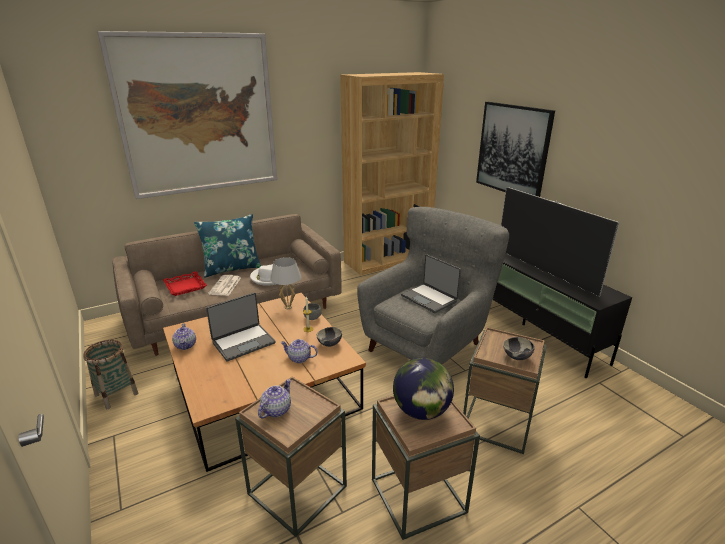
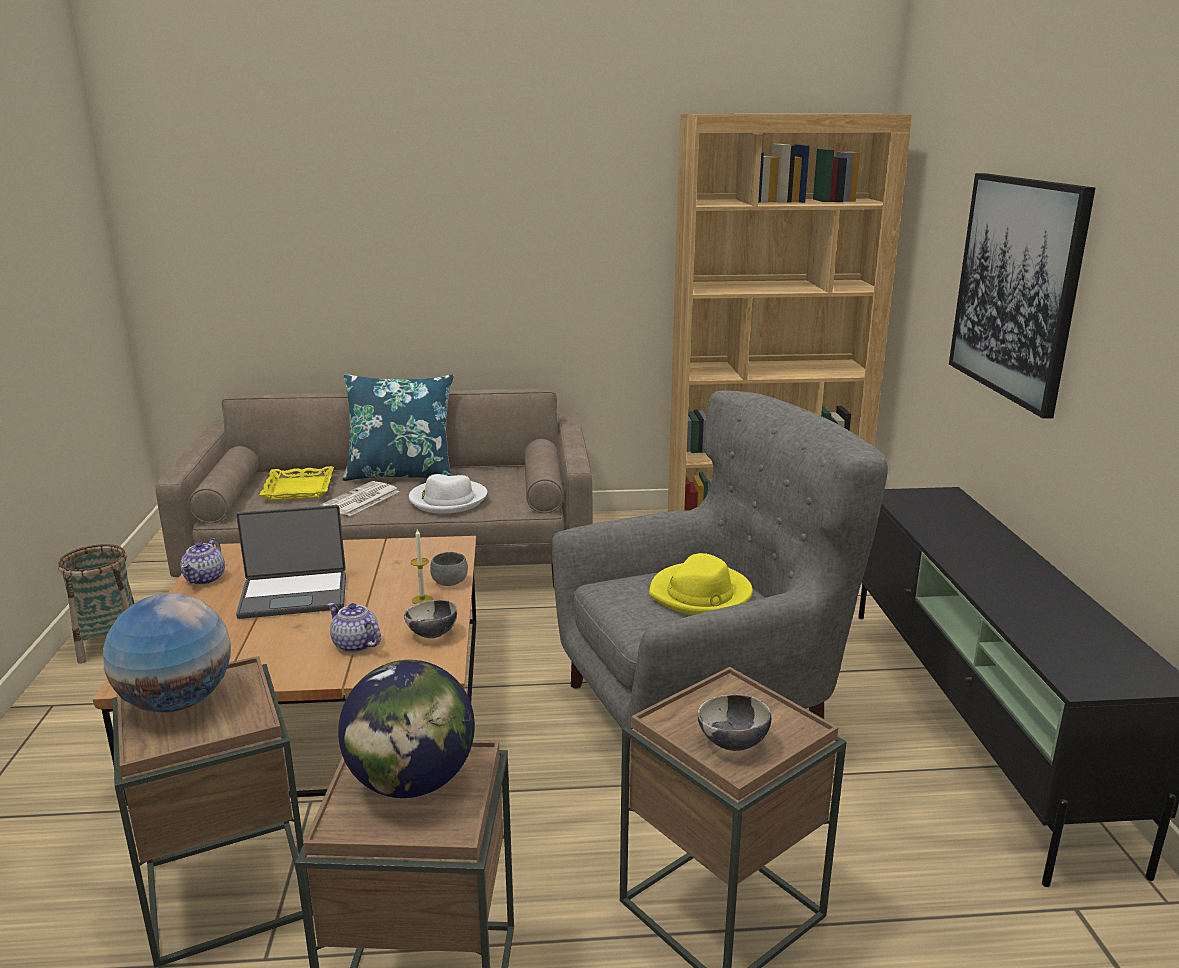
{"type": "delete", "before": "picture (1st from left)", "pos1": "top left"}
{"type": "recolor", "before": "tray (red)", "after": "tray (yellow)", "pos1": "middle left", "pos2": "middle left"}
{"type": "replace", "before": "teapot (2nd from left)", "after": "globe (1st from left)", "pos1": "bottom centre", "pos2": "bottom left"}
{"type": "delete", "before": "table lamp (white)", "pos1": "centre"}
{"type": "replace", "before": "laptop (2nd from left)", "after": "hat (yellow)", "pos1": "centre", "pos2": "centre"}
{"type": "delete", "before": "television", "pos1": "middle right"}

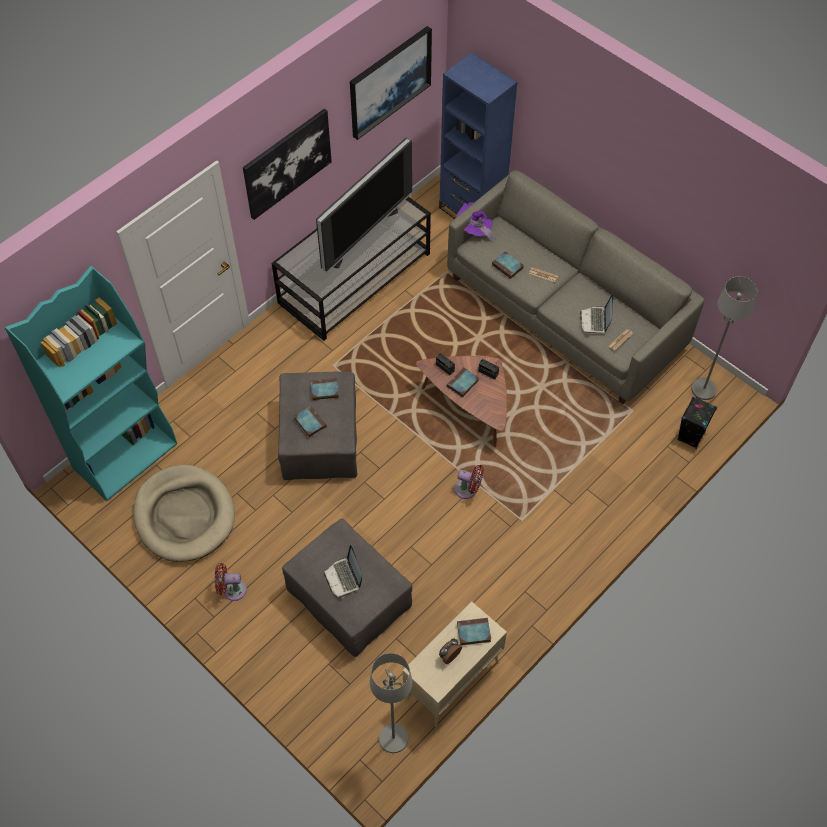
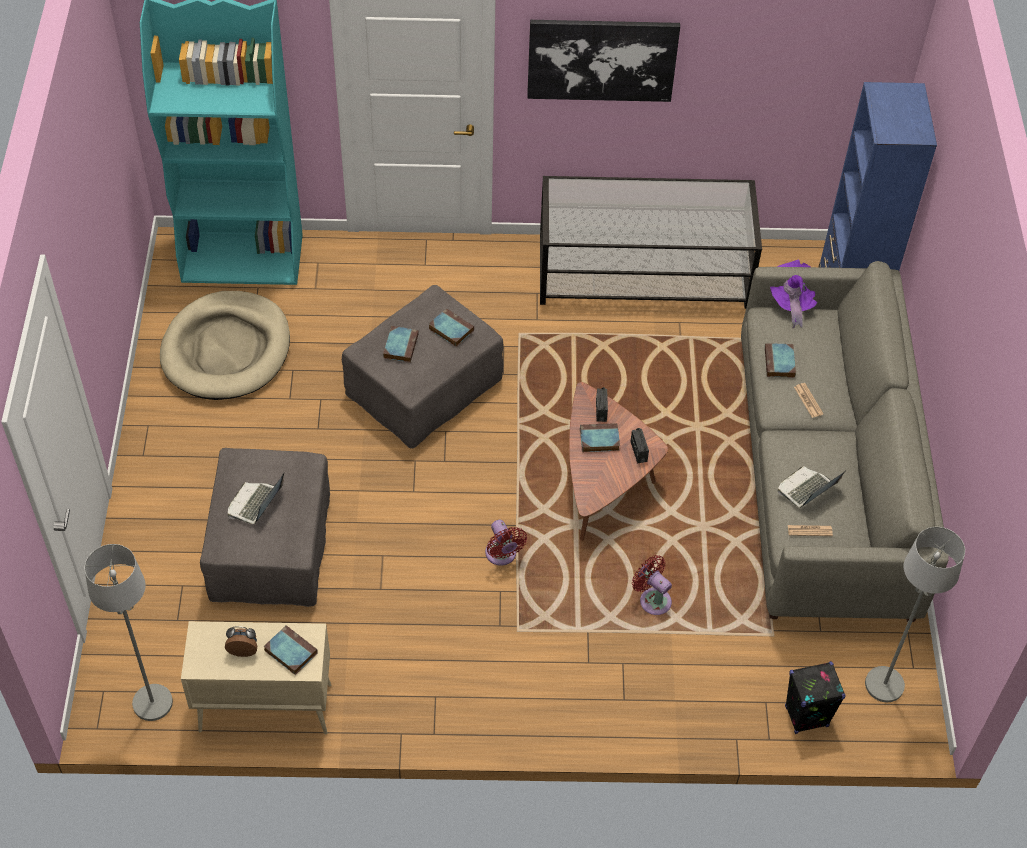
{"type": "move", "before": "fan (red) (1st from left in the first image)", "after": "fan (red) (2nd from left)", "pos1": "bottom left", "pos2": "bottom centre"}
{"type": "delete", "before": "television", "pos1": "top centre"}
{"type": "delete", "before": "picture (2nd from left)", "pos1": "top centre"}

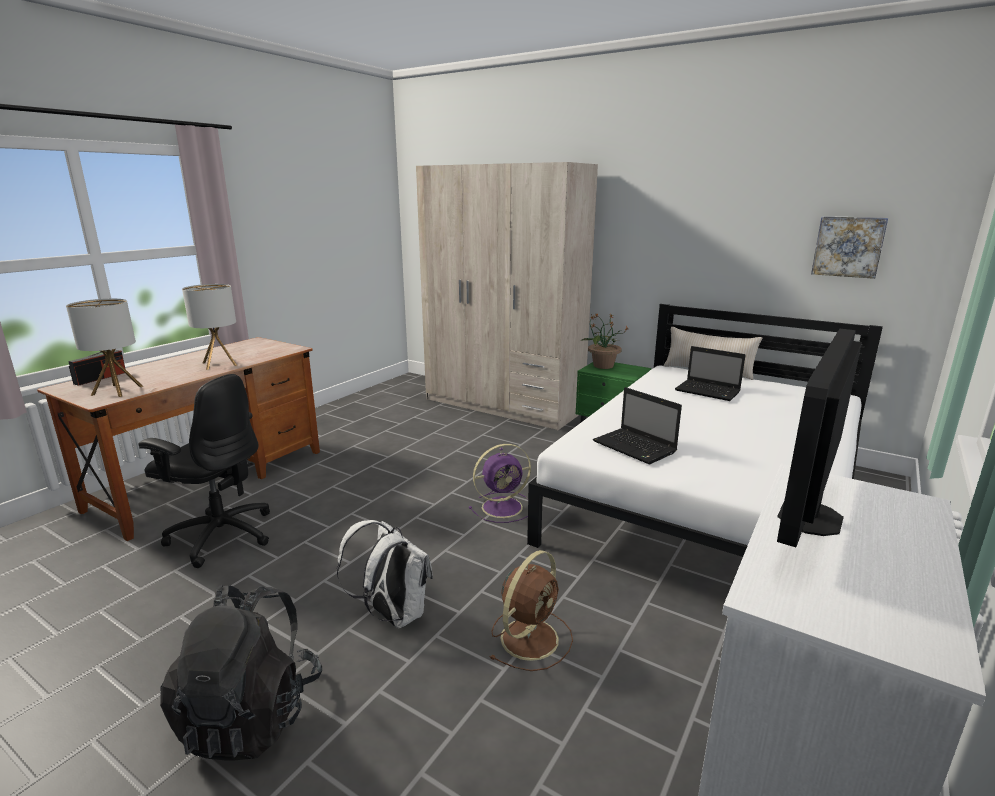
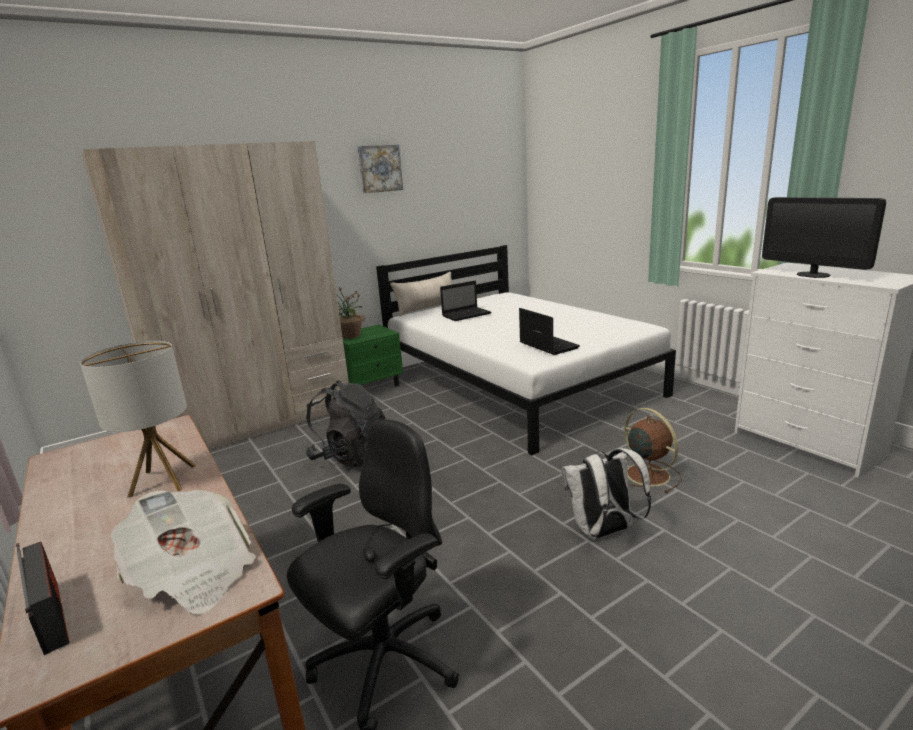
{"type": "replace", "before": "table lamp (1st from left)", "after": "newspaper", "pos1": "middle left", "pos2": "bottom left"}
{"type": "move", "before": "backpack (black)", "pos1": "bottom left", "pos2": "centre"}
{"type": "delete", "before": "fan (purple)", "pos1": "centre"}
{"type": "rotate", "before": "laptop (1st from left in the first image)", "pos1": "centre", "pos2": "centre", "turn": -105}
{"type": "move", "before": "picture", "pos1": "top right", "pos2": "top centre"}

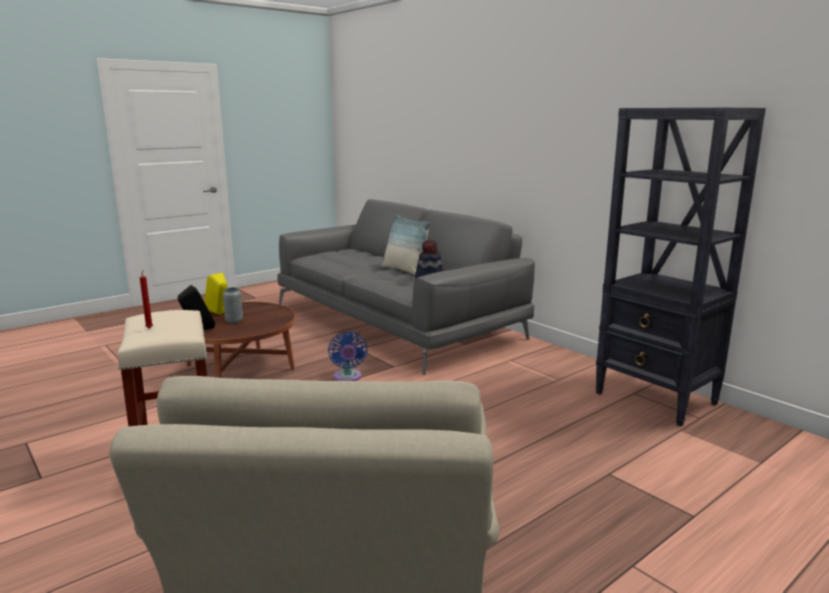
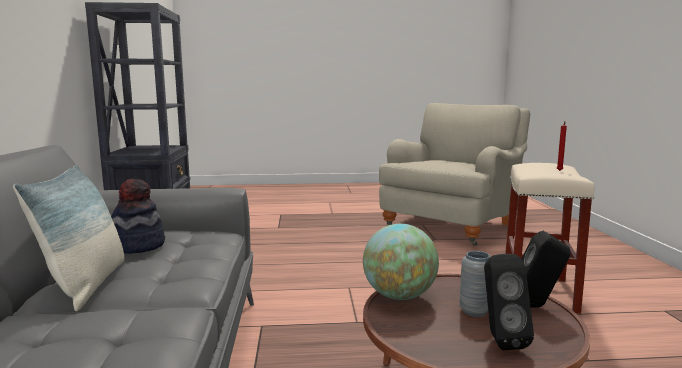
{"type": "recolor", "before": "speaker (yellow)", "after": "speaker (black) (1st from left)", "pos1": "middle left", "pos2": "bottom right"}
{"type": "delete", "before": "fan (blue)", "pos1": "centre"}
{"type": "insert", "after": "globe", "pos2": "bottom centre"}

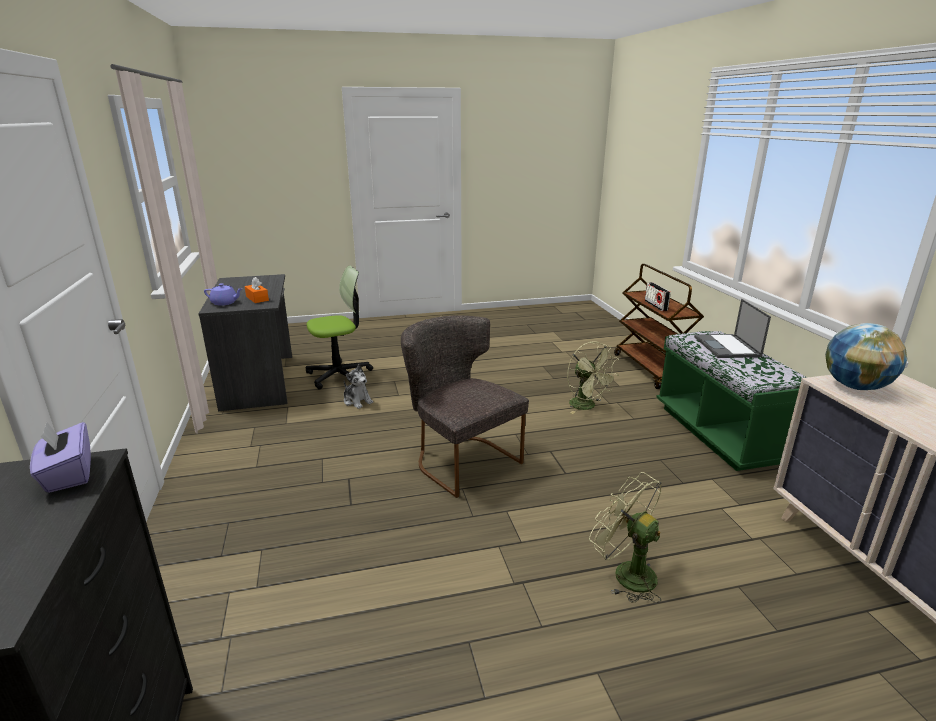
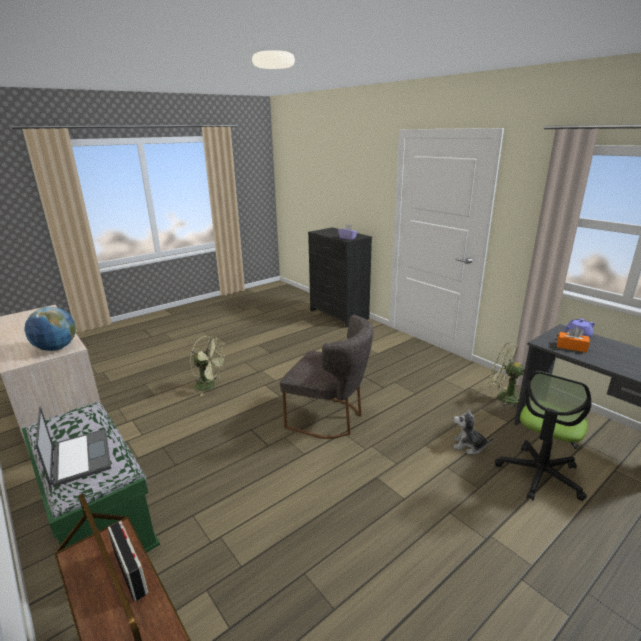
{"type": "move", "before": "fan (green) (1st from left in the first image)", "after": "fan (green) (2nd from left)", "pos1": "centre", "pos2": "middle right"}

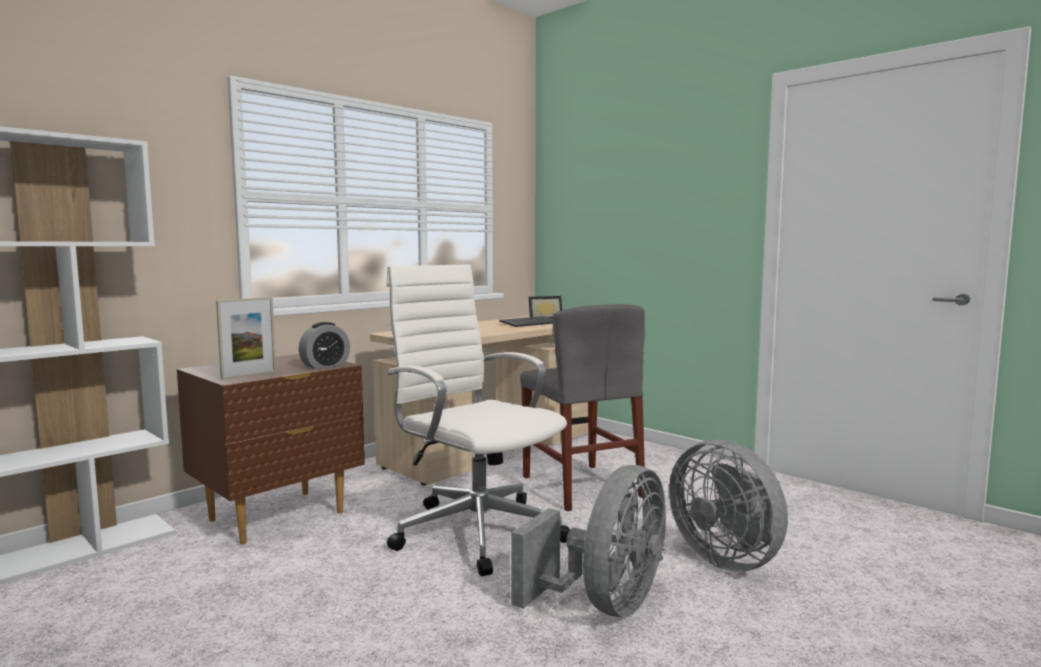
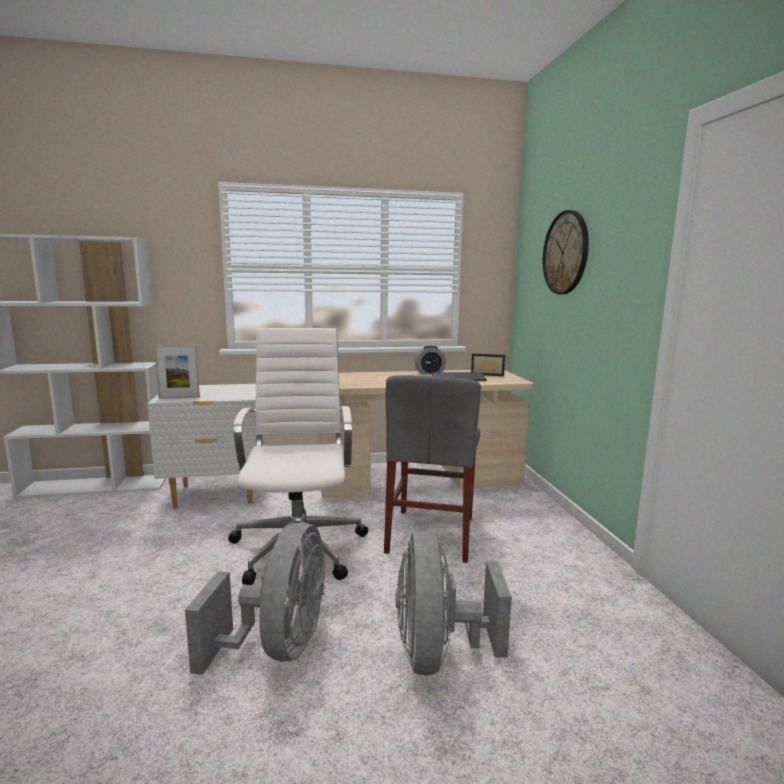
{"type": "recolor", "before": "nightstand (brown)", "after": "nightstand (white)", "pos1": "bottom left", "pos2": "middle left"}
{"type": "move", "before": "alarm clock", "pos1": "middle left", "pos2": "centre"}
{"type": "rotate", "before": "fan (grey) (1st from left)", "pos1": "bottom centre", "pos2": "bottom left", "turn": -60}
{"type": "insert", "after": "wall clock", "pos2": "top right"}

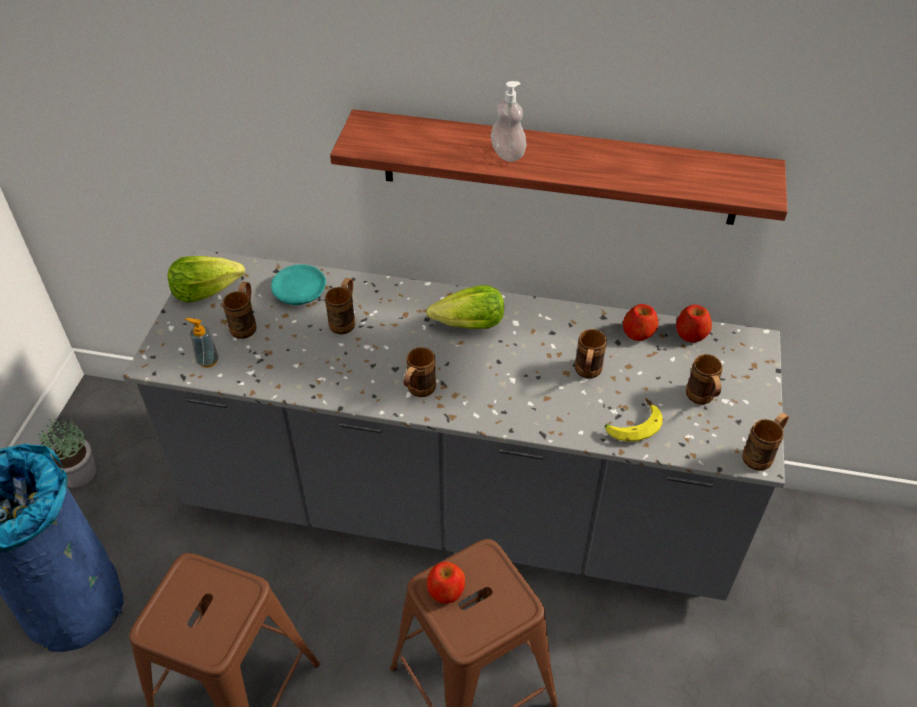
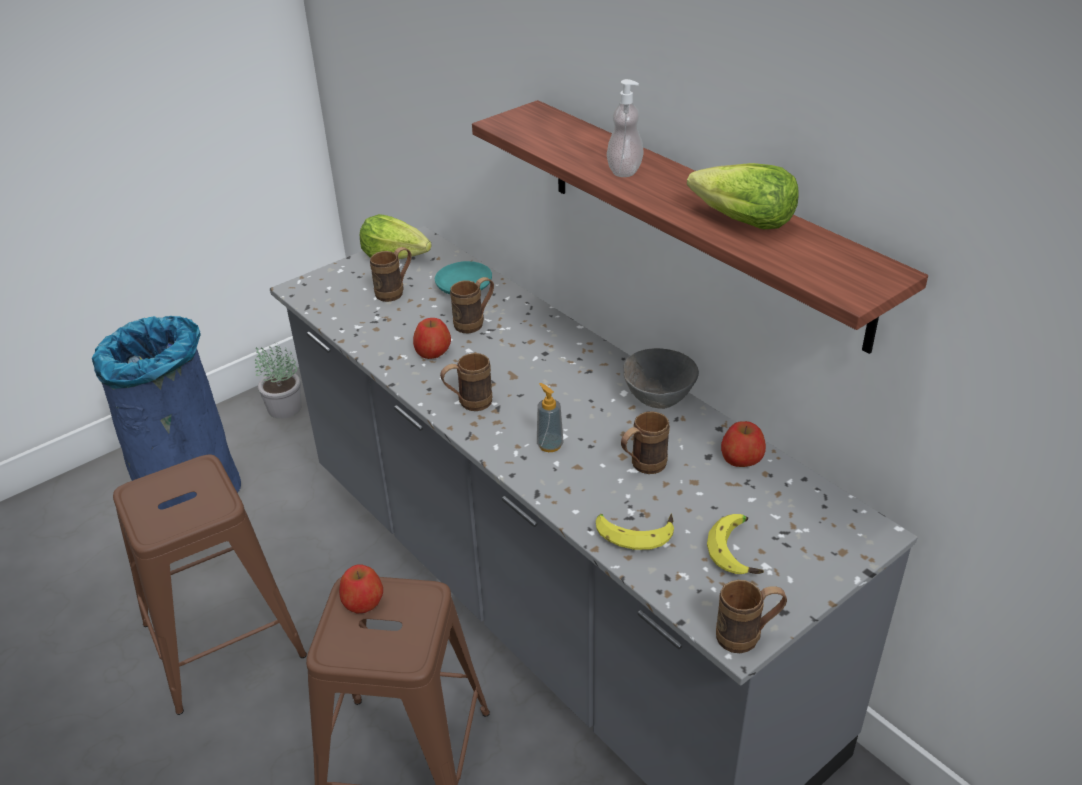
{"type": "move", "before": "soap dispenser (1st from left)", "pos1": "middle left", "pos2": "centre"}
{"type": "move", "before": "lettuce (2nd from left)", "pos1": "centre", "pos2": "top right"}
{"type": "move", "before": "apple (3rd from left in the first image)", "after": "apple (2nd from left)", "pos1": "middle right", "pos2": "centre"}
{"type": "replace", "before": "mug (brown) (5th from left)", "after": "banana (2nd from left)", "pos1": "middle right", "pos2": "bottom right"}
{"type": "insert", "after": "bowl (grey)", "pos2": "centre"}

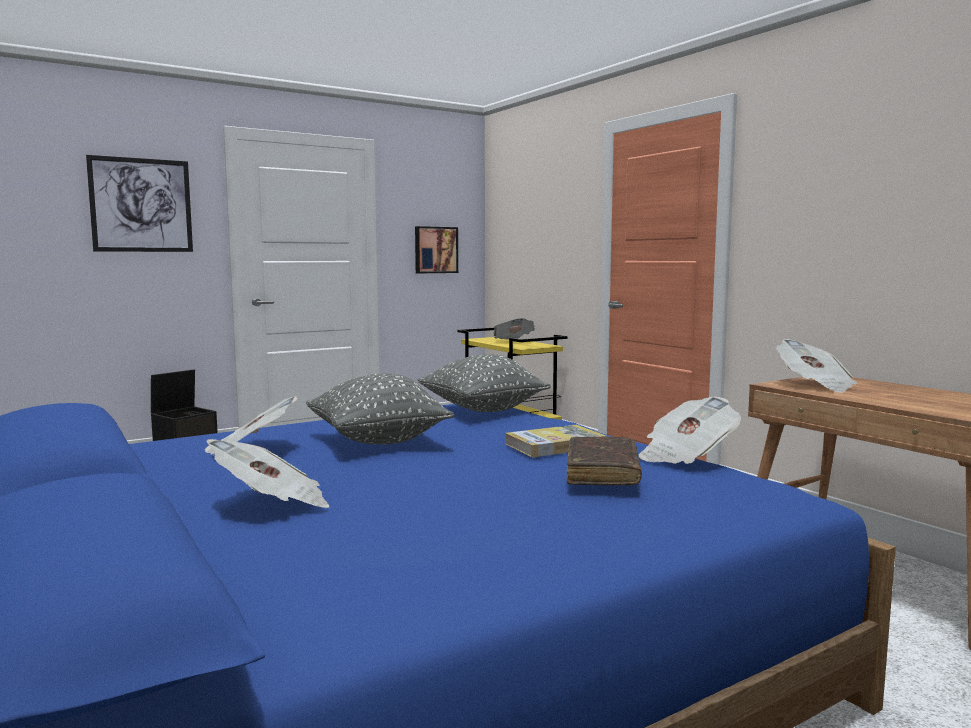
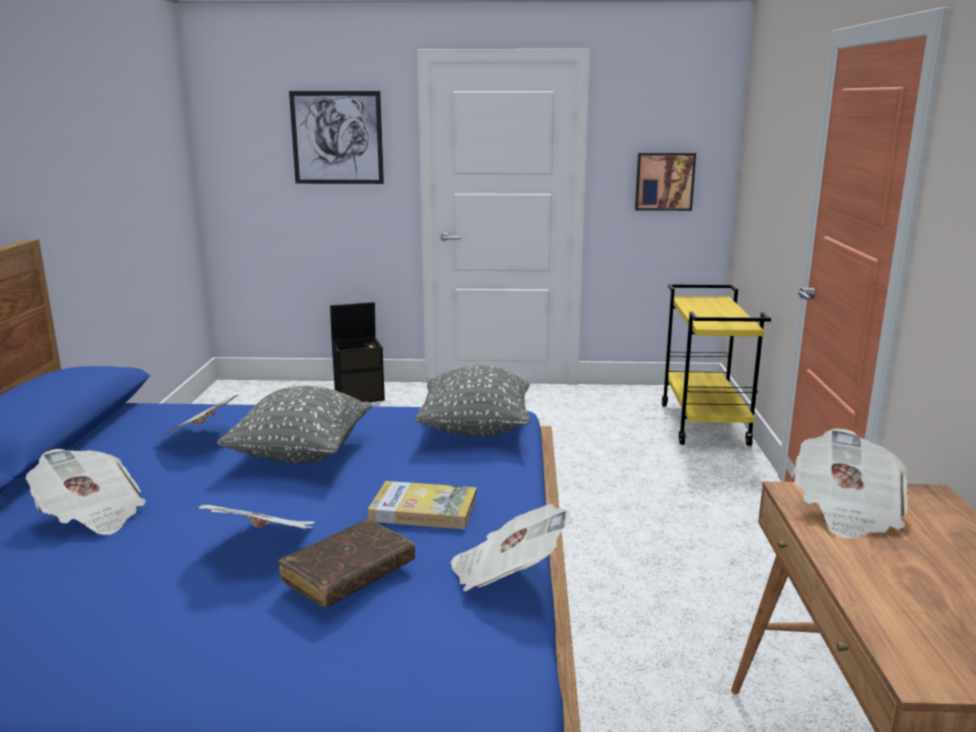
{"type": "move", "before": "newspaper (3rd from left)", "pos1": "centre", "pos2": "bottom left"}

